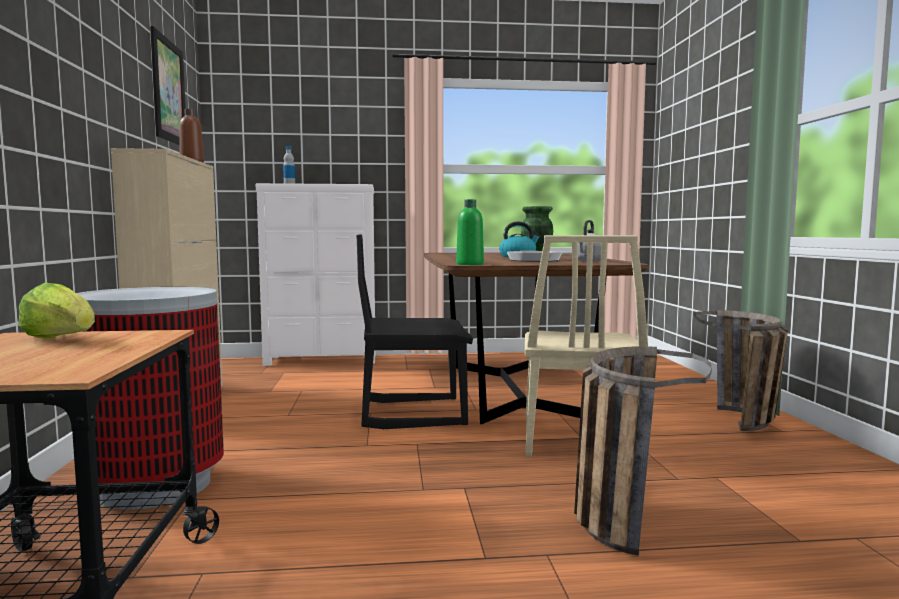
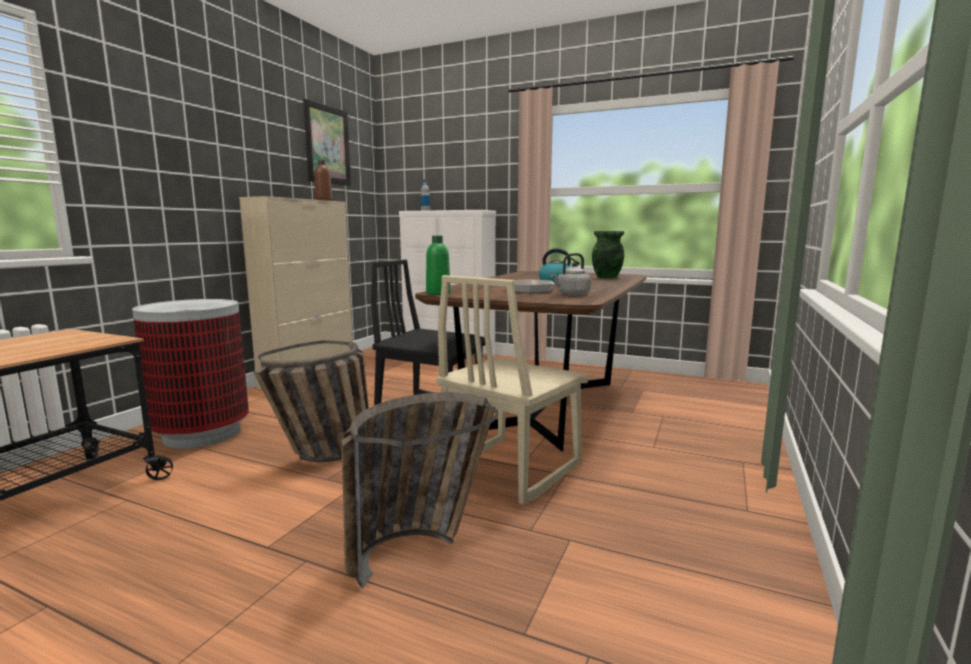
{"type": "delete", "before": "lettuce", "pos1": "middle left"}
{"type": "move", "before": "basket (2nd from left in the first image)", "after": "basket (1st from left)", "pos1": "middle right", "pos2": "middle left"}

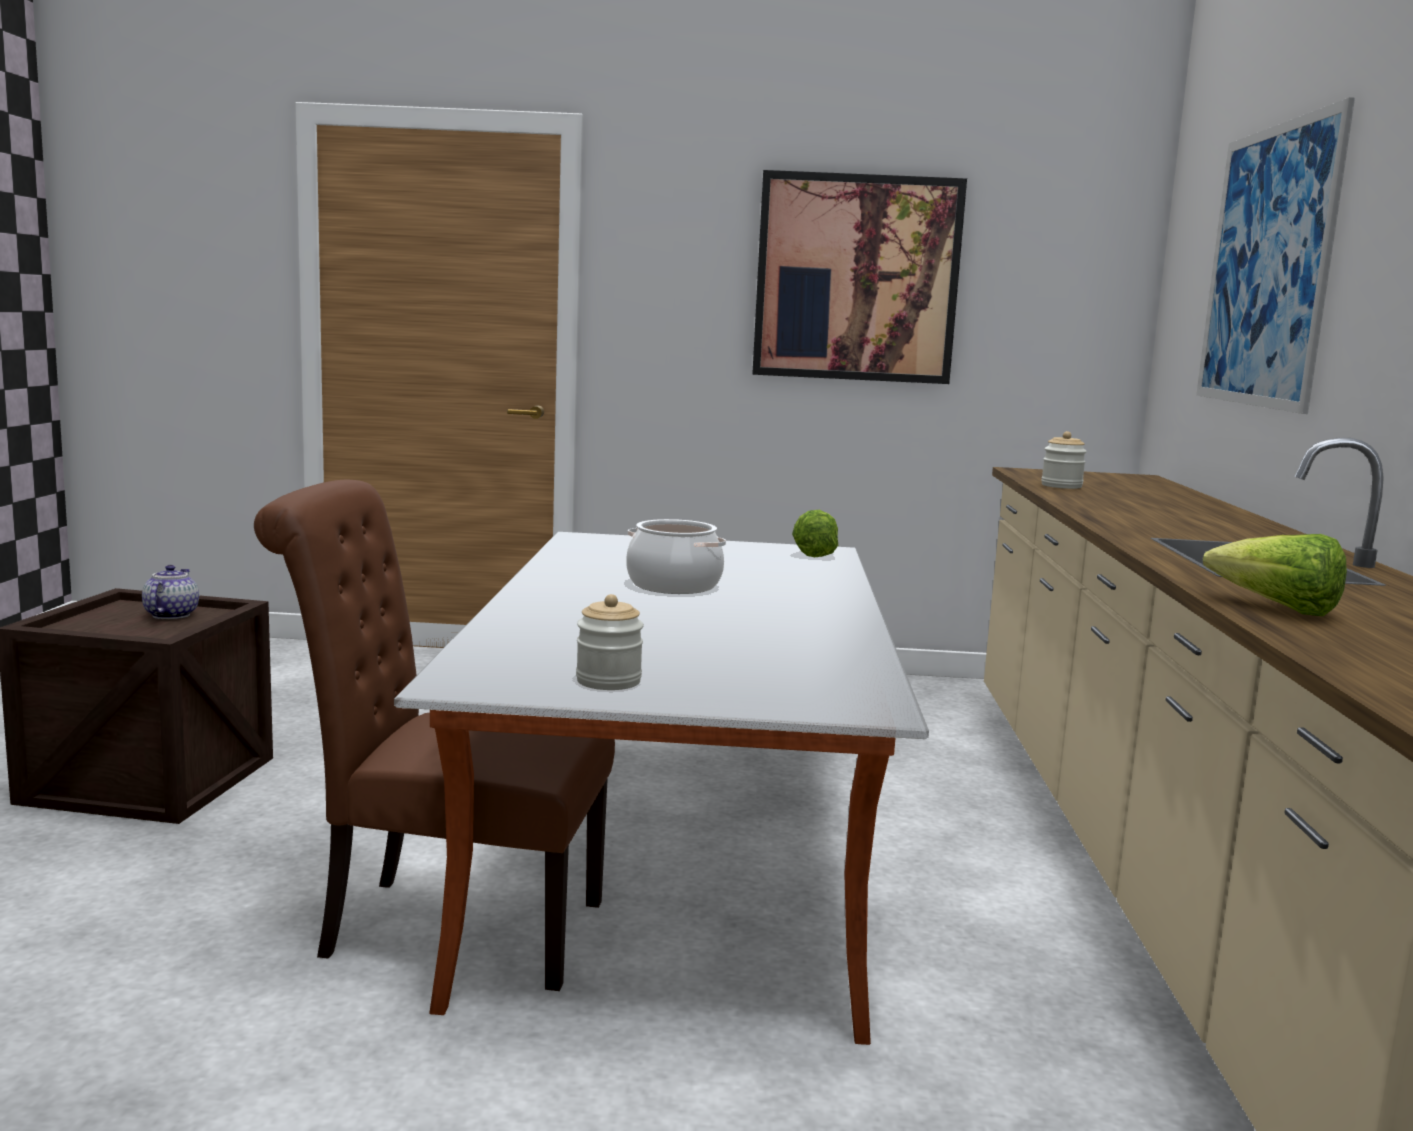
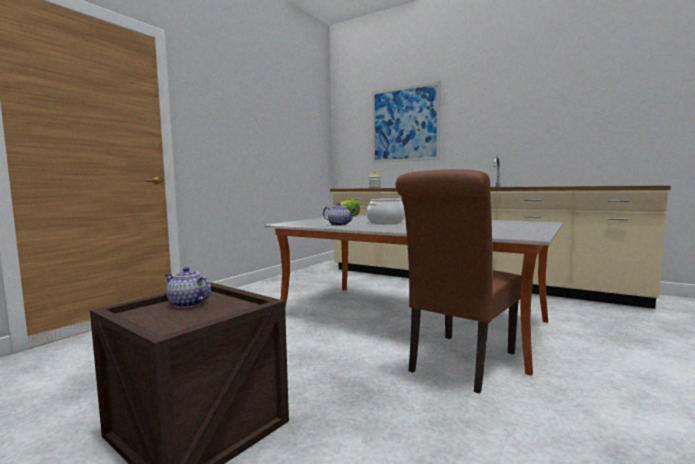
{"type": "delete", "before": "jar (1st from left)", "pos1": "centre"}
{"type": "delete", "before": "picture (1st from left)", "pos1": "top centre"}
{"type": "delete", "before": "lettuce (2nd from left)", "pos1": "middle right"}
{"type": "insert", "after": "teapot (2nd from left)", "pos2": "centre"}

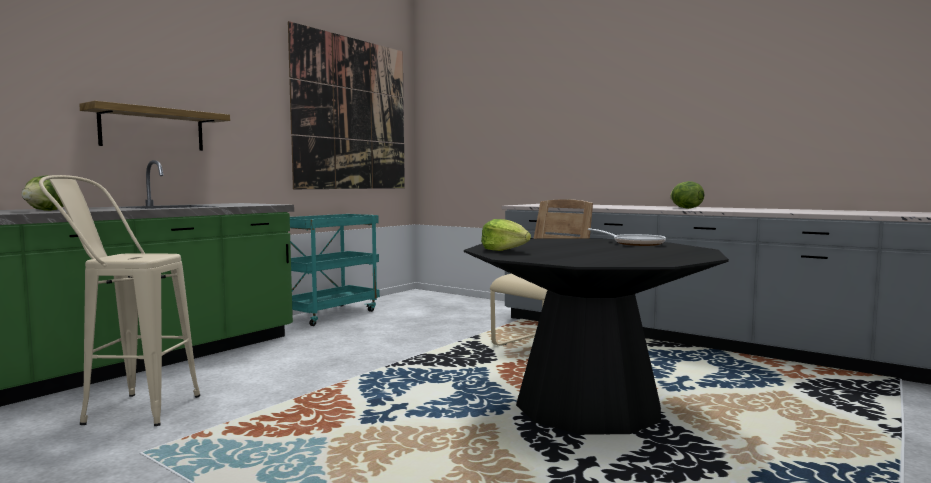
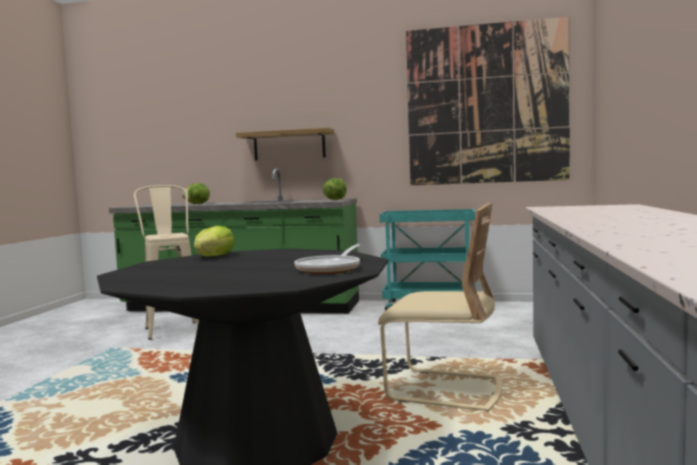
{"type": "move", "before": "lettuce (3rd from left)", "pos1": "middle right", "pos2": "centre"}

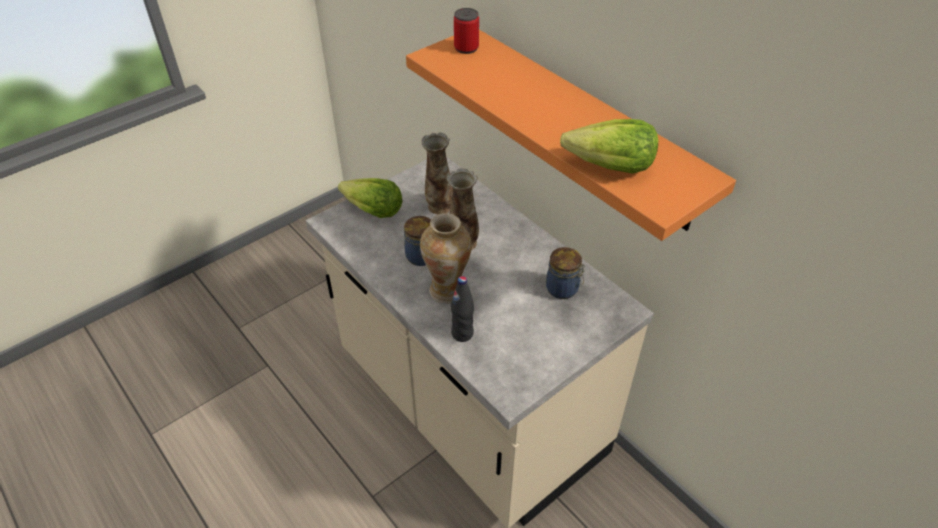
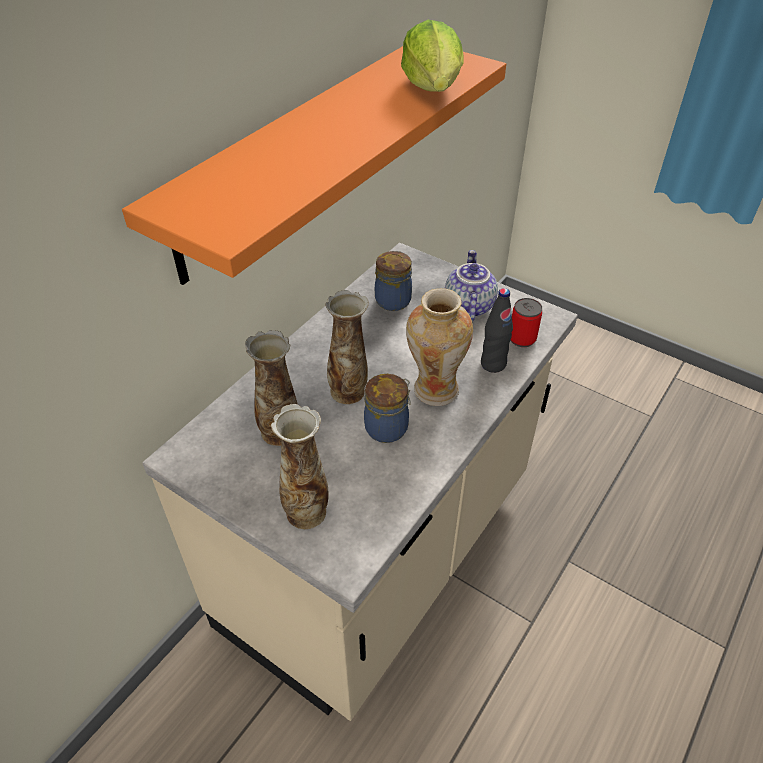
{"type": "replace", "before": "lettuce (1st from left)", "after": "vase (2nd from left)", "pos1": "centre", "pos2": "centre"}
{"type": "move", "before": "can", "pos1": "top centre", "pos2": "middle right"}
{"type": "insert", "after": "teapot", "pos2": "centre"}

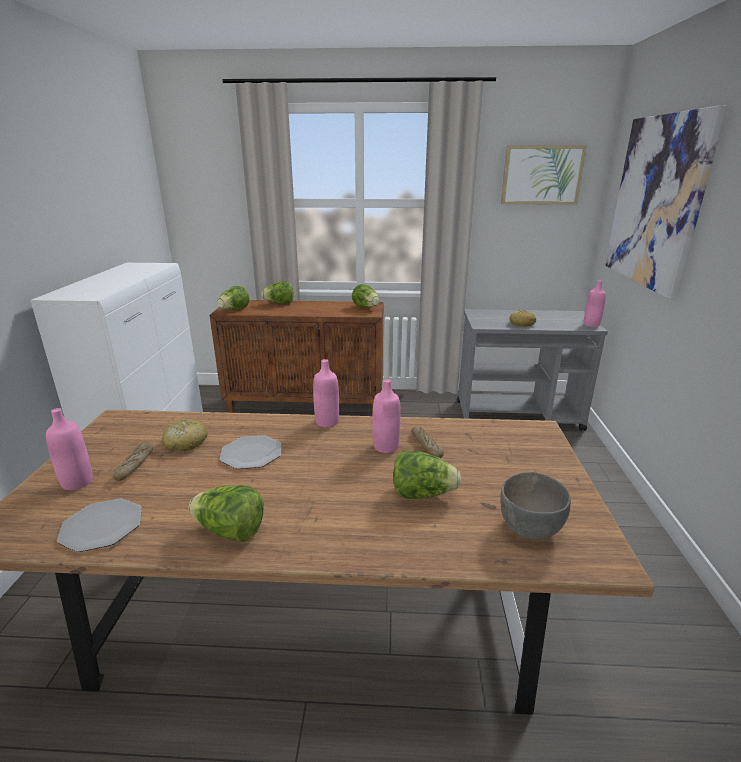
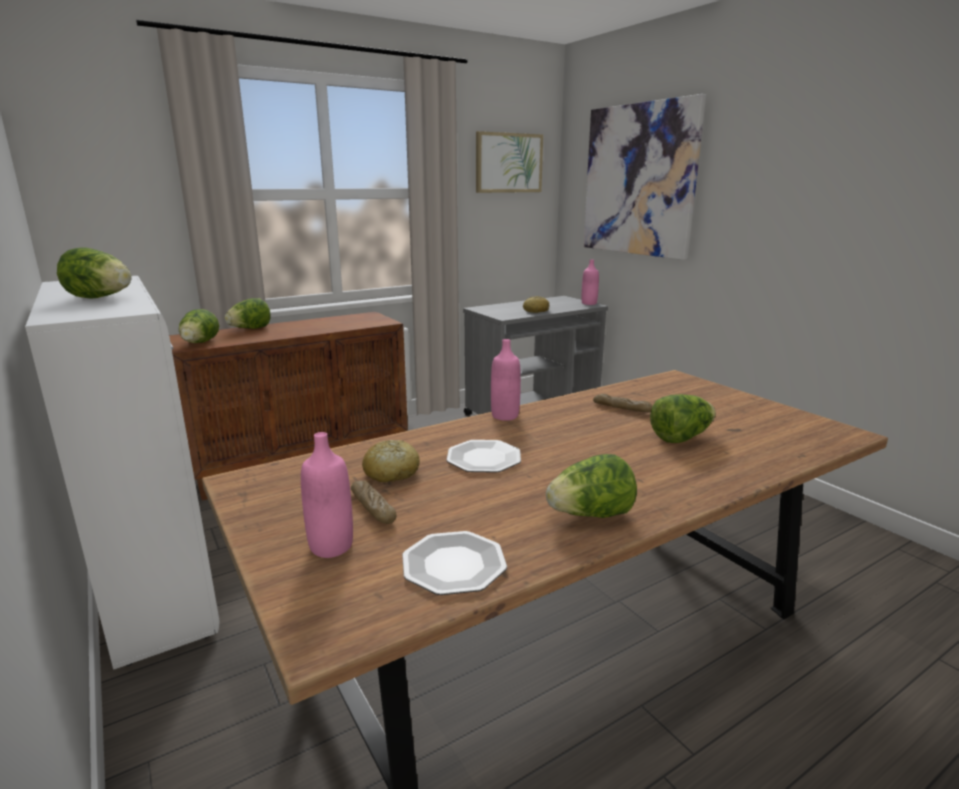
{"type": "move", "before": "lettuce (4th from left in the first image)", "after": "lettuce (1st from left)", "pos1": "centre", "pos2": "middle left"}
{"type": "delete", "before": "bottle (pink) (3rd from left)", "pos1": "centre"}
{"type": "delete", "before": "bowl (grey)", "pos1": "middle right"}

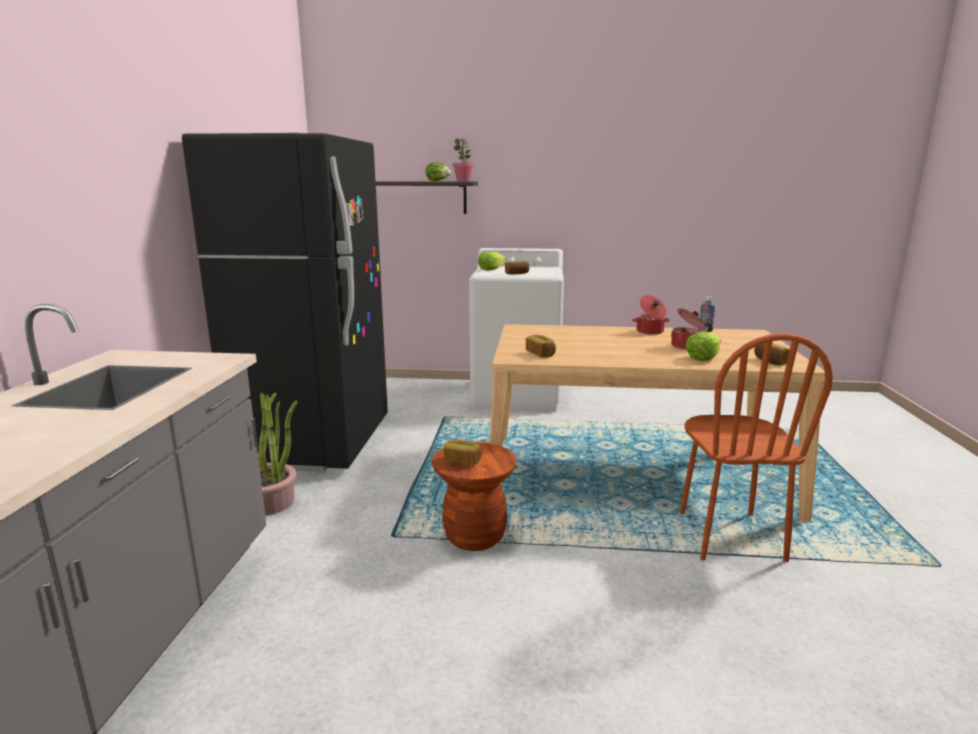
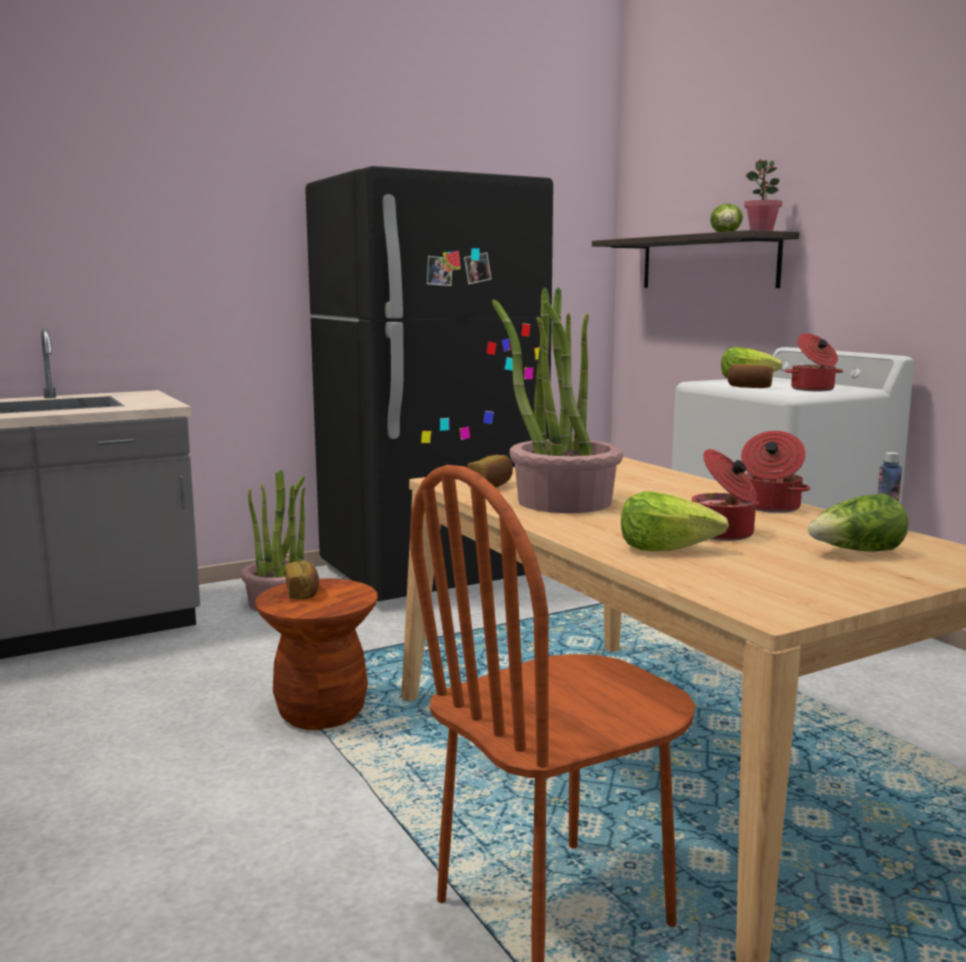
{"type": "delete", "before": "bread (4th from left)", "pos1": "middle right"}
{"type": "insert", "after": "potted plant (2nd from left)", "pos2": "centre"}
{"type": "insert", "after": "cooking pot (3rd from left)", "pos2": "middle right"}
{"type": "insert", "after": "lettuce (4th from left)", "pos2": "middle right"}

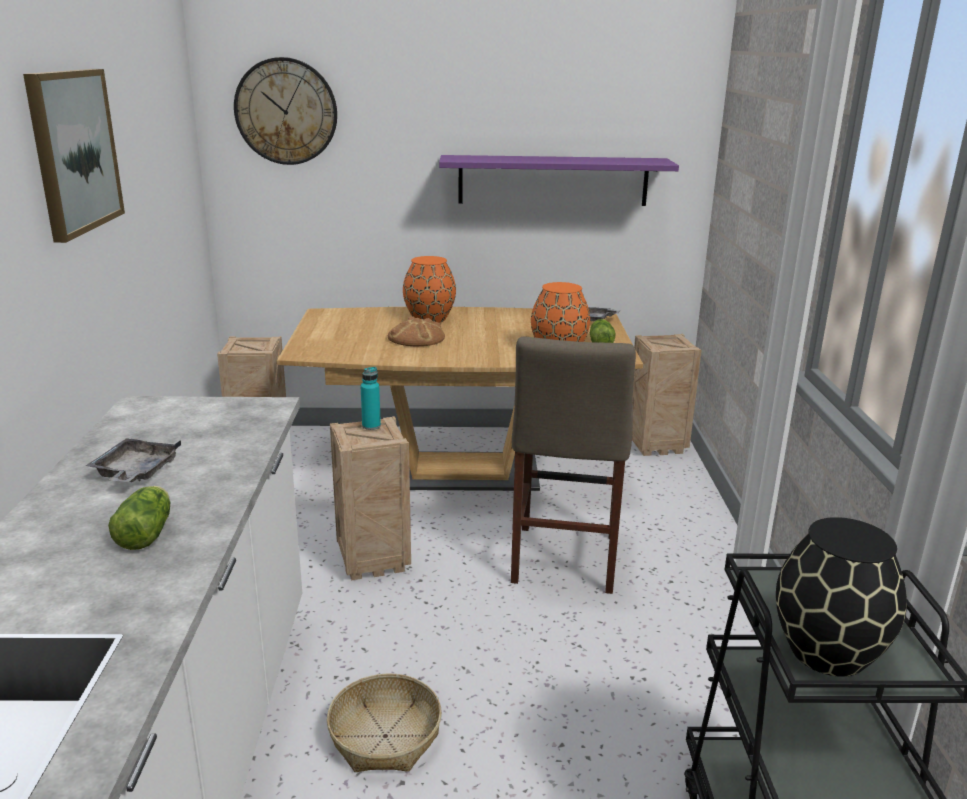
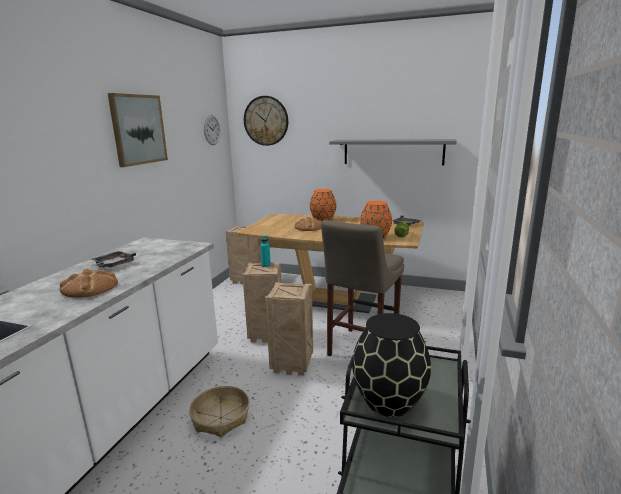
{"type": "replace", "before": "lettuce (1st from left)", "after": "bread (1st from left)", "pos1": "middle left", "pos2": "middle left"}
{"type": "recolor", "before": "shelf (purple)", "after": "shelf (grey)", "pos1": "top centre", "pos2": "top centre"}
{"type": "move", "before": "crate (3rd from left)", "pos1": "middle right", "pos2": "centre"}
{"type": "insert", "after": "wall clock (1st from left)", "pos2": "top centre"}

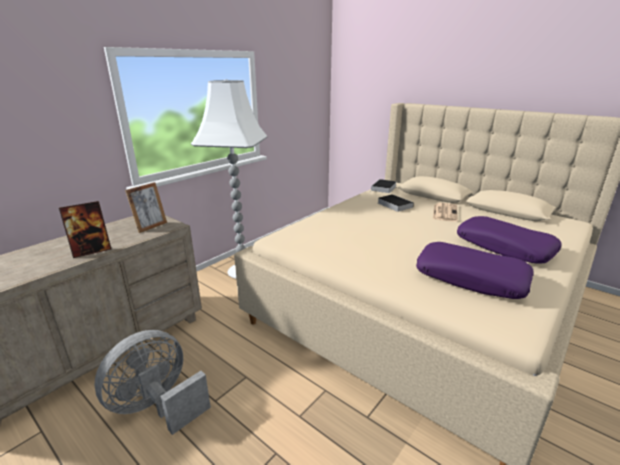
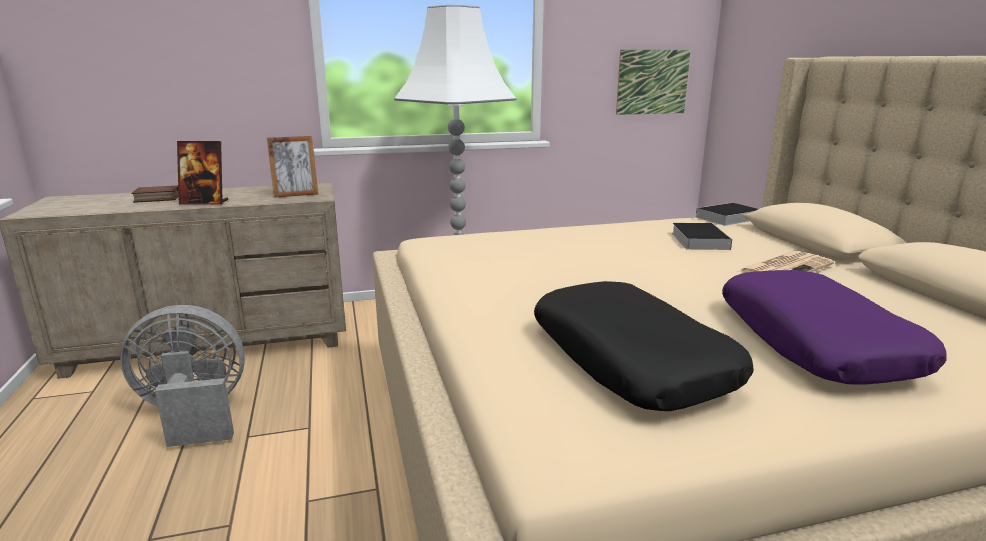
{"type": "recolor", "before": "pillow (purple) (1st from left)", "after": "pillow (black)", "pos1": "middle right", "pos2": "centre"}
{"type": "insert", "after": "book (1st from left)", "pos2": "middle left"}
{"type": "insert", "after": "picture", "pos2": "top centre"}

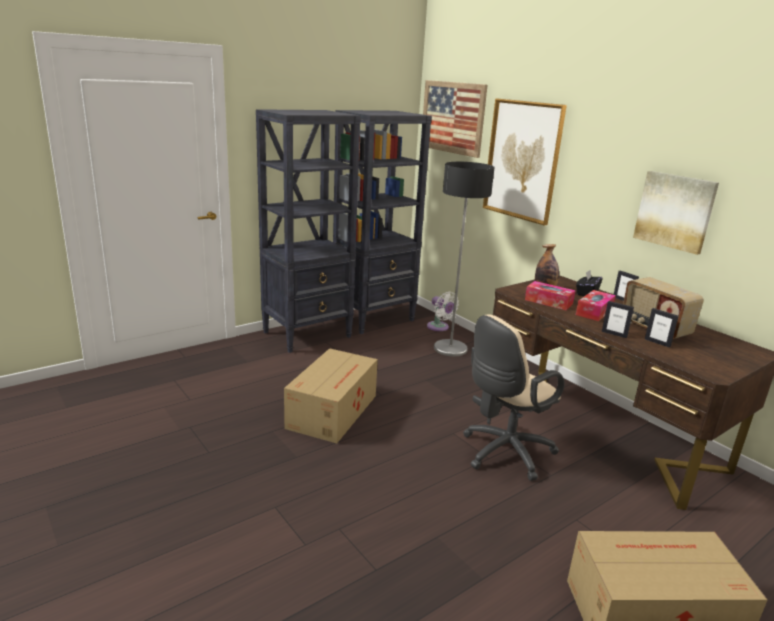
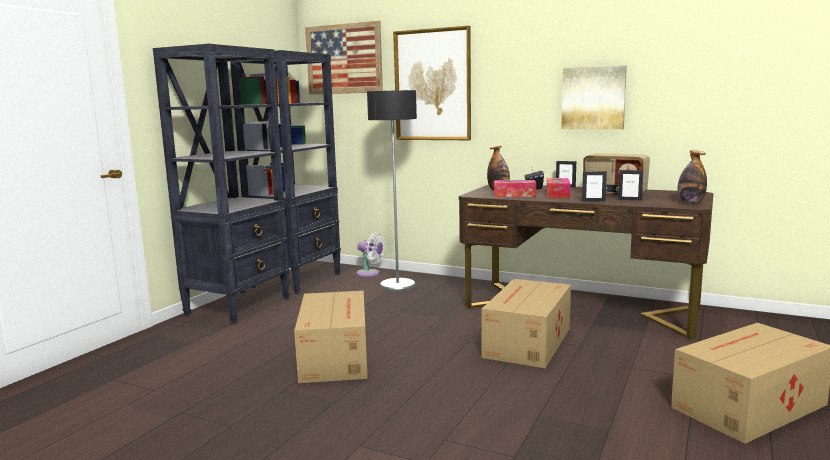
{"type": "replace", "before": "office chair (beige)", "after": "cardboard box (2nd from left)", "pos1": "centre", "pos2": "bottom centre"}
{"type": "insert", "after": "bottle (2nd from left)", "pos2": "middle right"}

